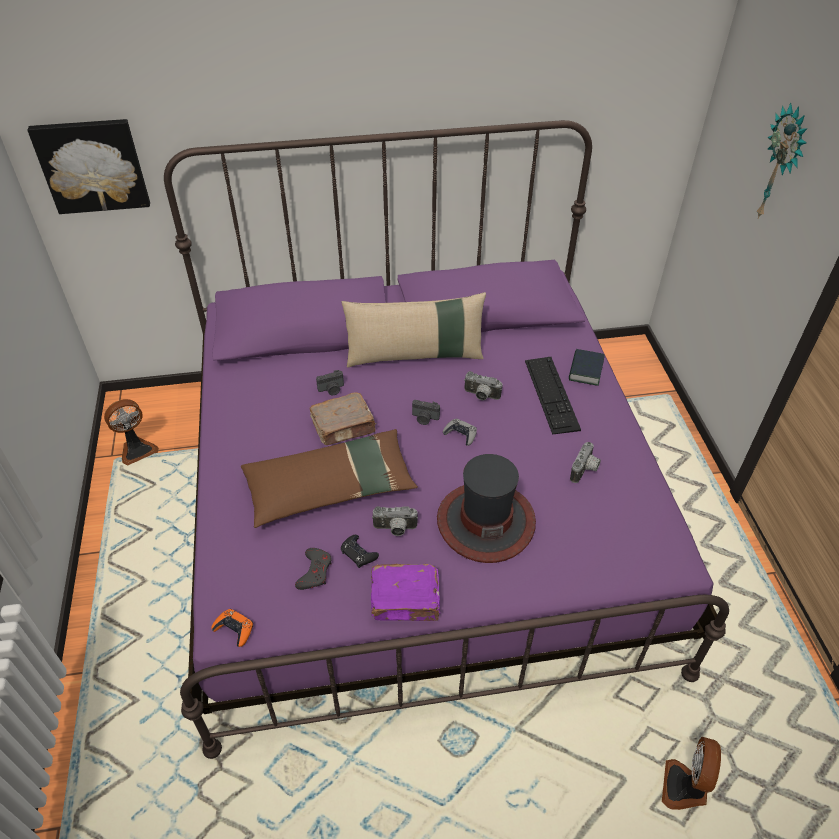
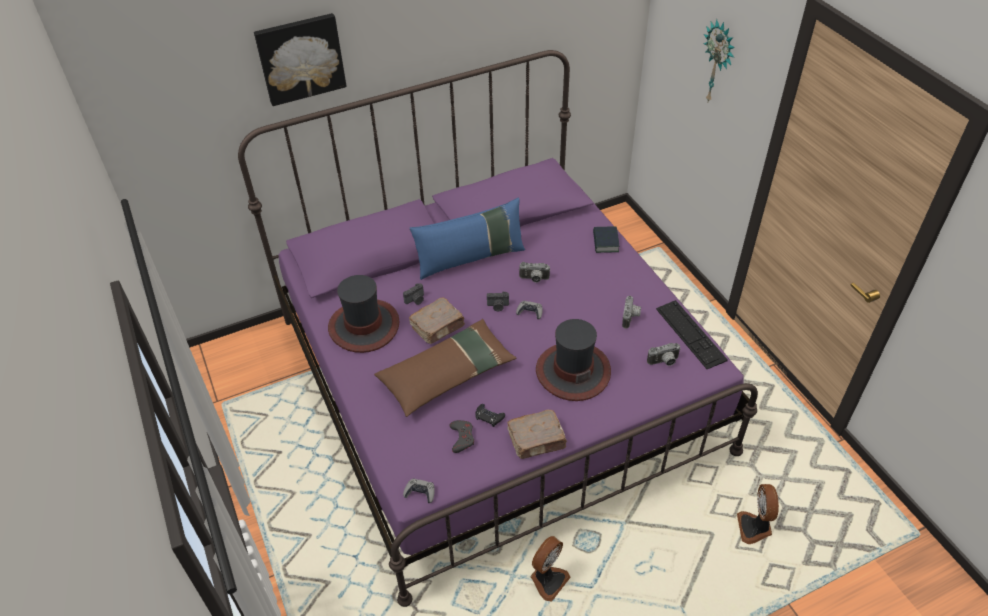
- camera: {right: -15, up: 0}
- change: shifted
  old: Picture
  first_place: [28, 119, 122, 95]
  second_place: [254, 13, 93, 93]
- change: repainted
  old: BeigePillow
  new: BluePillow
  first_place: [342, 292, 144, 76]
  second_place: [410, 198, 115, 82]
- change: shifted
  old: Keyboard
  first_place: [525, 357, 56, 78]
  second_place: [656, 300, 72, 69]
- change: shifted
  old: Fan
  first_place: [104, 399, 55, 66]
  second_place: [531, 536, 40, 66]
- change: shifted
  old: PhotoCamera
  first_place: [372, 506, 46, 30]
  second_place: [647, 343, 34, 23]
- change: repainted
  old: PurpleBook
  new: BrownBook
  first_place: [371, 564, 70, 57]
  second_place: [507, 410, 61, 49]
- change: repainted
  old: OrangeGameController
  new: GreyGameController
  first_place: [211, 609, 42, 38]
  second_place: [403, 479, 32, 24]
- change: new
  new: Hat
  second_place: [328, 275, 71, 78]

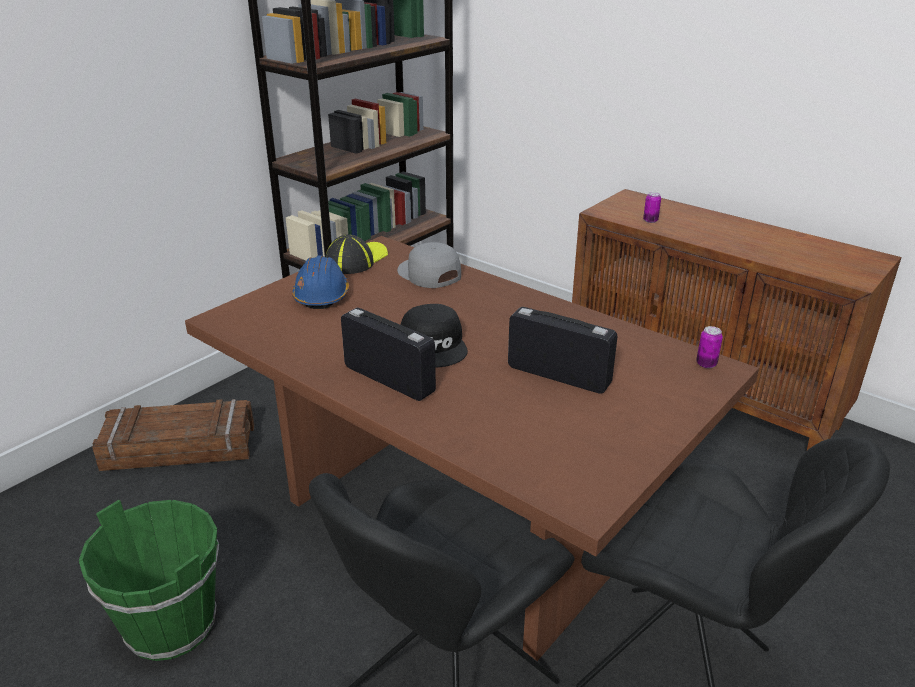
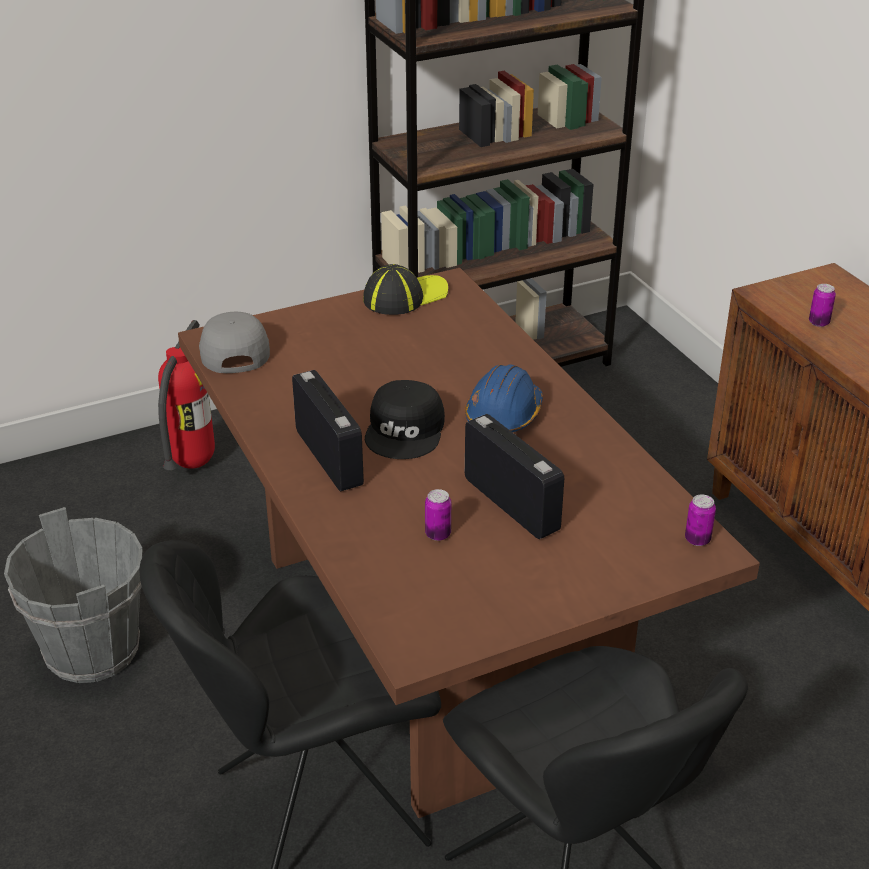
- camera: {right: 25, up: 5}
- change: shifted
  old: GreyCap
  first_place: [397, 242, 64, 46]
  second_place: [199, 312, 71, 61]
- change: shifted
  old: BlueHardHat
  first_place: [292, 255, 57, 54]
  second_place: [465, 364, 78, 68]
- change: swapped
  old: Crate
  new: FireExtinguisher
  first_place: [92, 399, 162, 72]
  second_place: [158, 320, 57, 150]
- change: repainted
  old: GreenBucket
  new: GreyBucket
  first_place: [79, 500, 140, 161]
  second_place: [4, 507, 139, 176]
- change: new
  new: Can
  second_place: [425, 489, 26, 52]

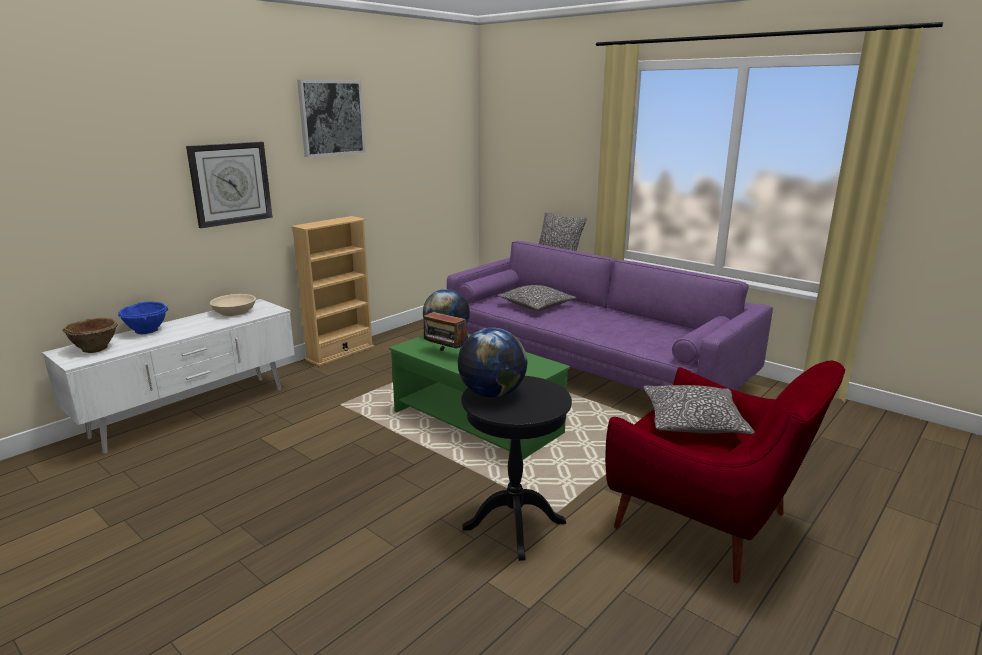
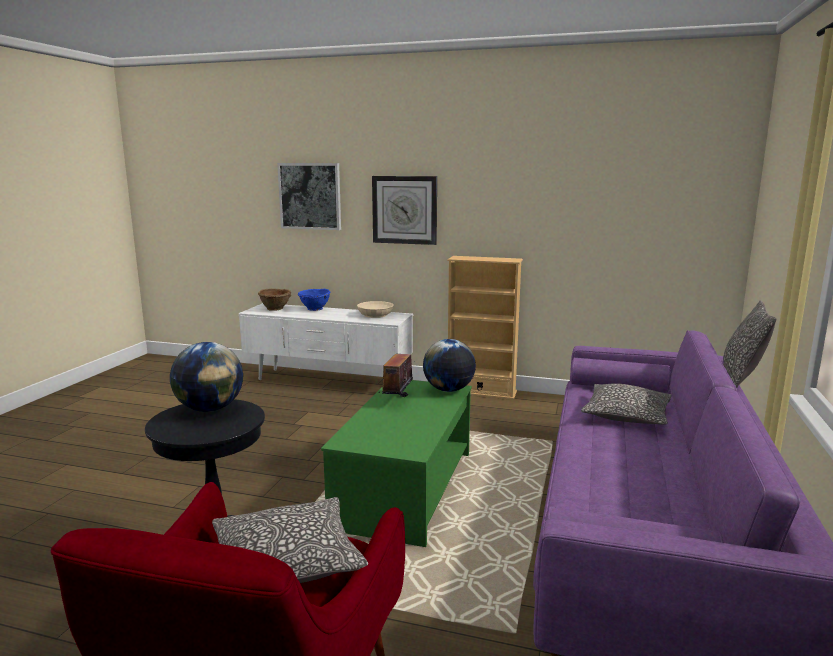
- camera: {right: 65, up: -5}
- change: shifted
  old: Picture
  first_place: [297, 80, 68, 77]
  second_place: [277, 163, 64, 67]

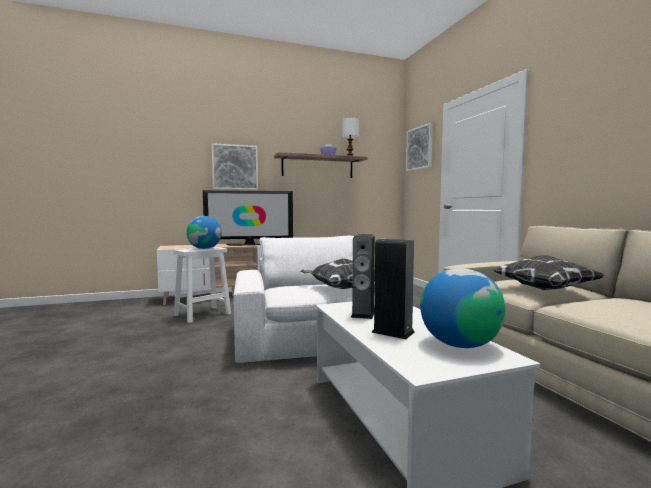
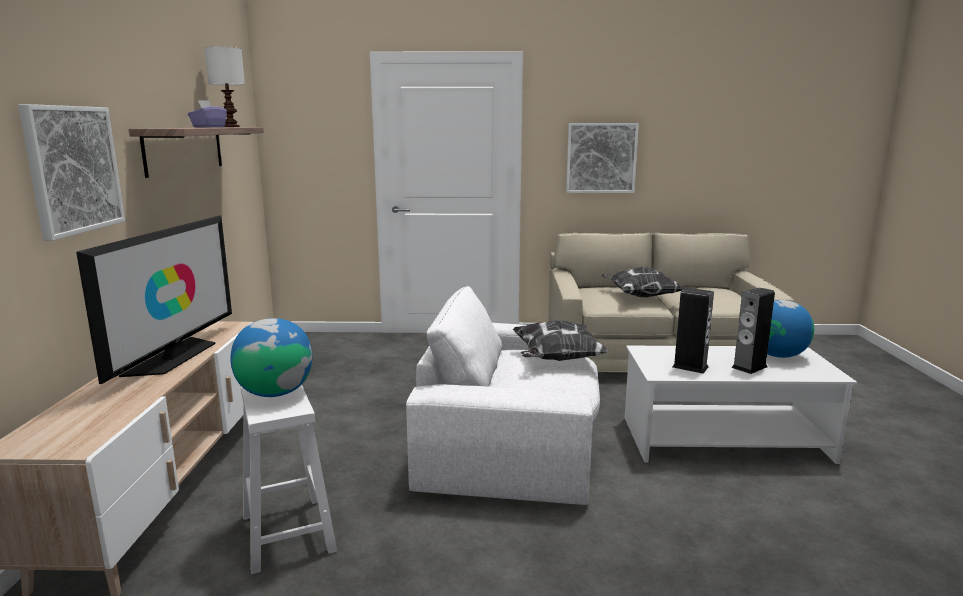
- camera: {right: -70, up: 10}
- change: shifted
  old: Picture
  first_place: [406, 123, 27, 48]
  second_place: [566, 123, 73, 70]

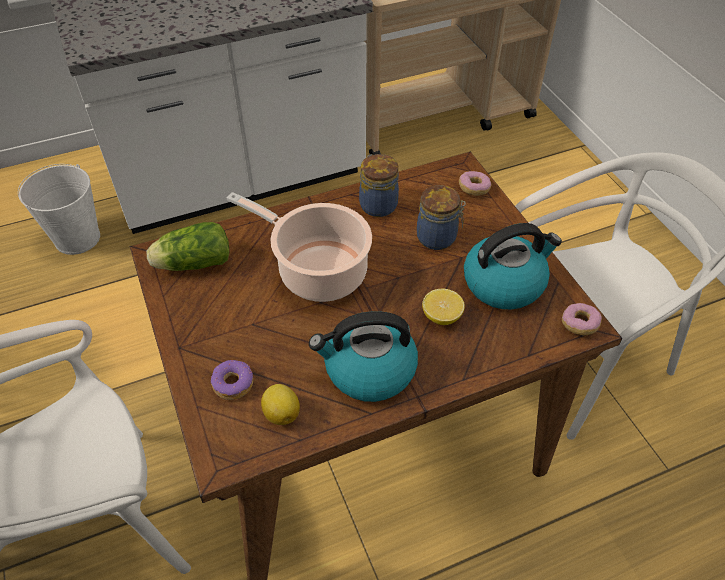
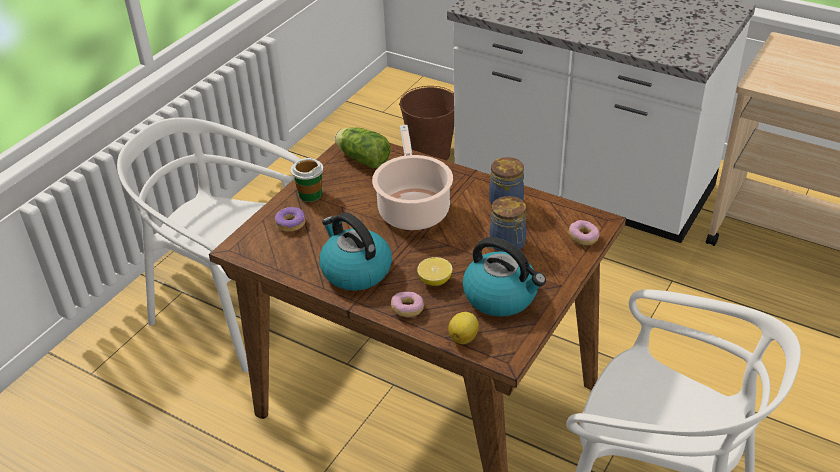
- camera: {right: 55, up: -10}
- change: repainted
  old: WhiteBucket
  new: BrownBucket
  first_place: [18, 164, 82, 91]
  second_place: [399, 86, 55, 74]
- change: shifted
  old: Donut
  first_place: [562, 303, 40, 32]
  second_place: [391, 292, 33, 25]
- change: shifted
  old: Lemon
  first_place: [261, 384, 39, 41]
  second_place: [448, 312, 31, 32]
- change: new
  new: Cup
  second_place: [291, 158, 32, 44]

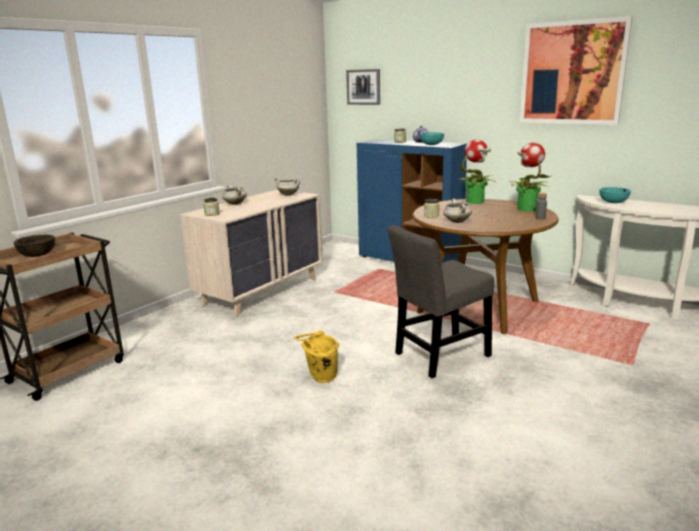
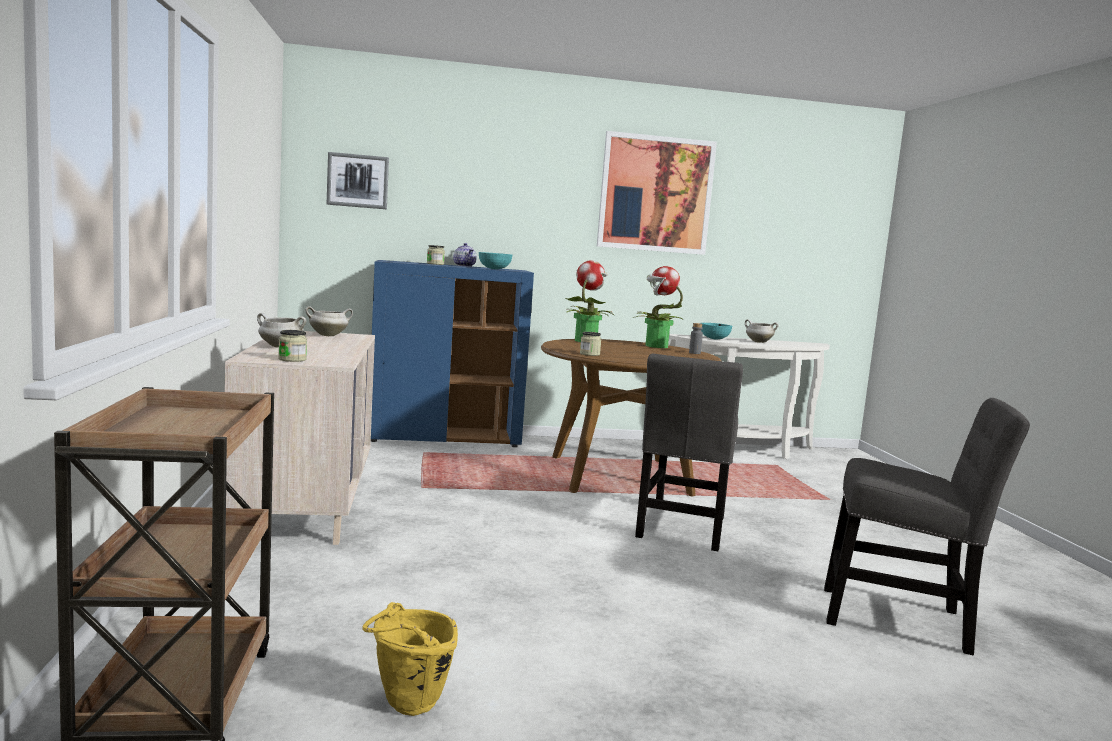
- camera: {right: -45, up: -10}
- change: shifted
  old: WhiteCookingPot
  first_place: [443, 199, 29, 24]
  second_place: [745, 319, 34, 24]
- change: gone
  old: BrownBowl
  first_place: [13, 235, 42, 22]
- change: shifted
  old: YellowBucket
  first_place: [294, 330, 45, 53]
  second_place: [363, 602, 95, 114]
- change: new
  new: GreyChair
  second_place: [824, 398, 206, 257]

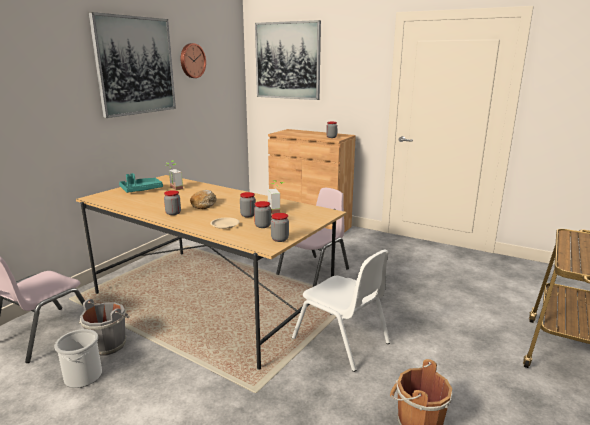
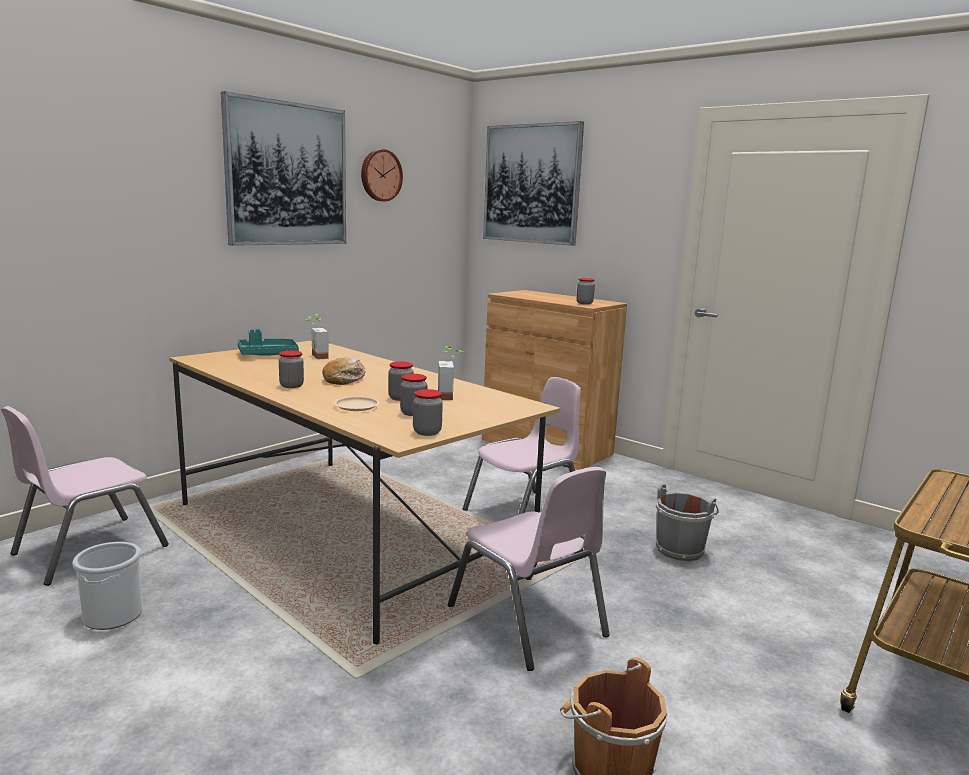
- camera: {right: 10, up: -5}
- change: repainted
  old: WhiteChair
  new: PinkChair
  first_place: [292, 250, 98, 122]
  second_place: [448, 467, 162, 204]
- change: shifted
  old: GreyBucket
  first_place: [79, 299, 51, 57]
  second_place: [656, 484, 63, 77]

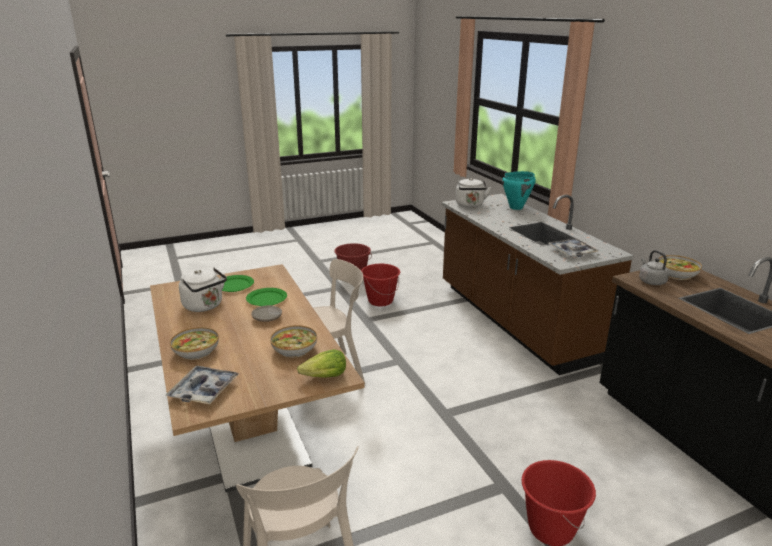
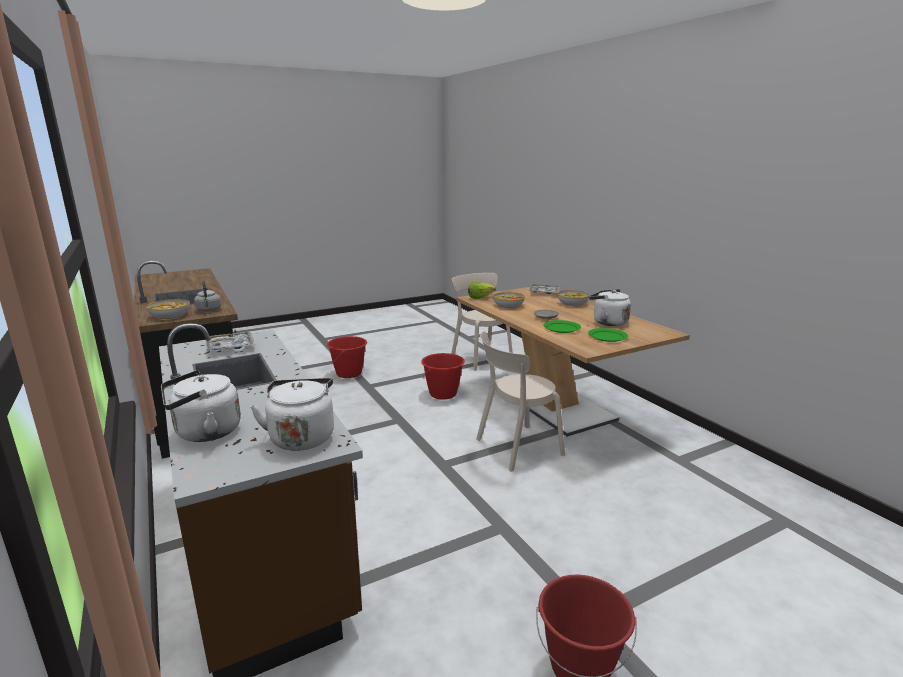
- camera: {right: 175, up: -5}
- change: swapped
  old: TurquoiseCookingPot
  new: WhiteKettle
  first_place: [502, 171, 34, 39]
  second_place: [161, 370, 80, 72]
- change: shifted
  old: RedBucket
  first_place: [361, 264, 39, 42]
  second_place: [421, 353, 44, 47]

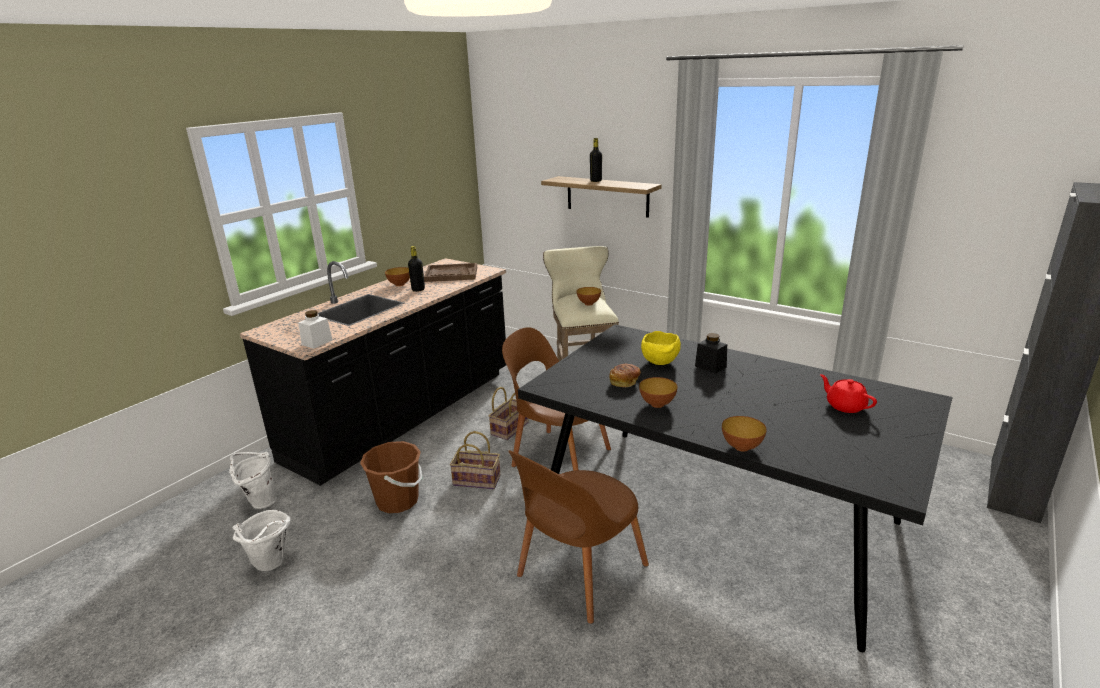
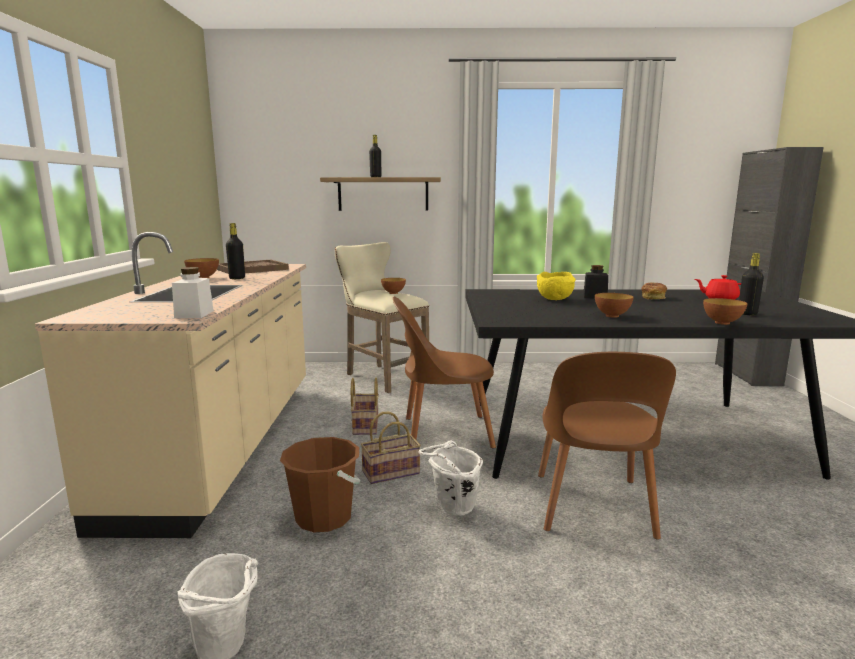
- camera: {right: -35, up: -10}
- change: repainted
  old: BlackCounter
  new: BeigeCounter
  first_place: [240, 258, 266, 228]
  second_place: [35, 232, 271, 306]
- change: shifted
  old: Bread
  first_place: [609, 364, 32, 23]
  second_place: [641, 283, 26, 16]
- change: shifted
  old: WhiteBucket
  first_place: [229, 452, 48, 57]
  second_place: [418, 440, 65, 76]
- change: new
  new: BlackBottle
  second_place: [739, 253, 25, 62]

